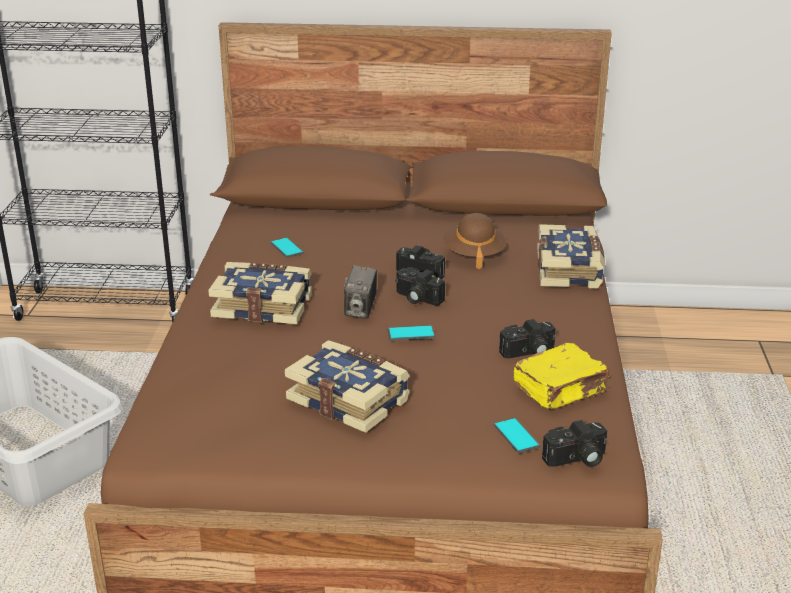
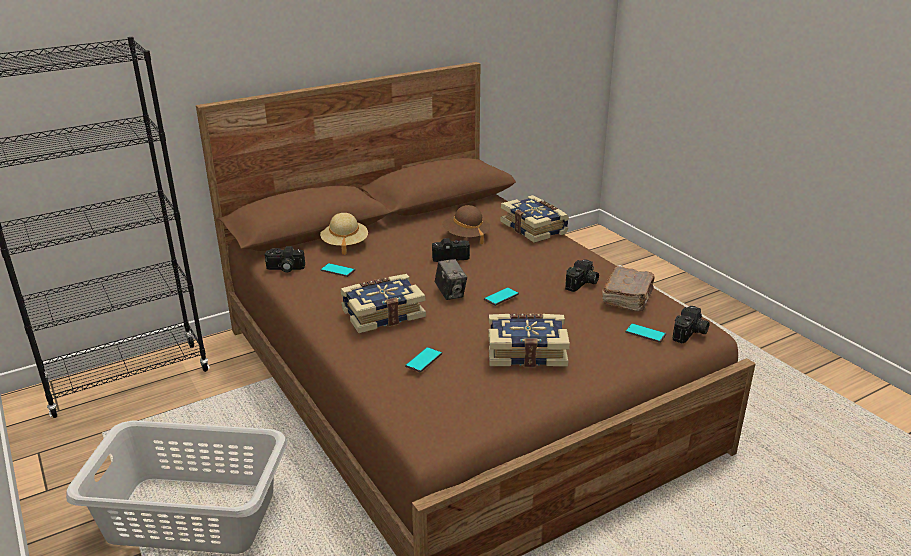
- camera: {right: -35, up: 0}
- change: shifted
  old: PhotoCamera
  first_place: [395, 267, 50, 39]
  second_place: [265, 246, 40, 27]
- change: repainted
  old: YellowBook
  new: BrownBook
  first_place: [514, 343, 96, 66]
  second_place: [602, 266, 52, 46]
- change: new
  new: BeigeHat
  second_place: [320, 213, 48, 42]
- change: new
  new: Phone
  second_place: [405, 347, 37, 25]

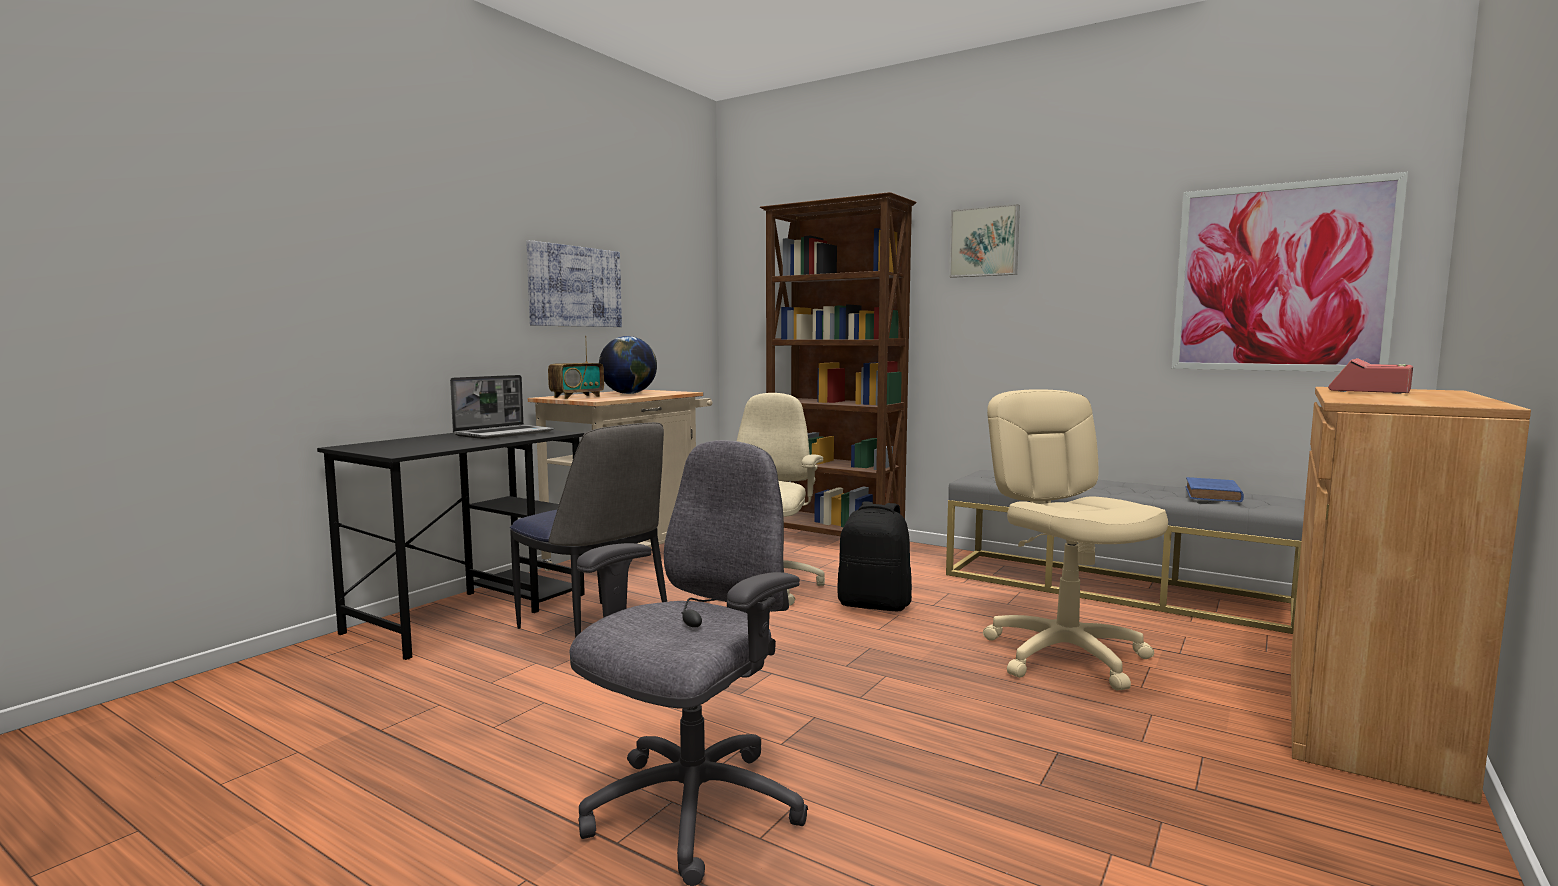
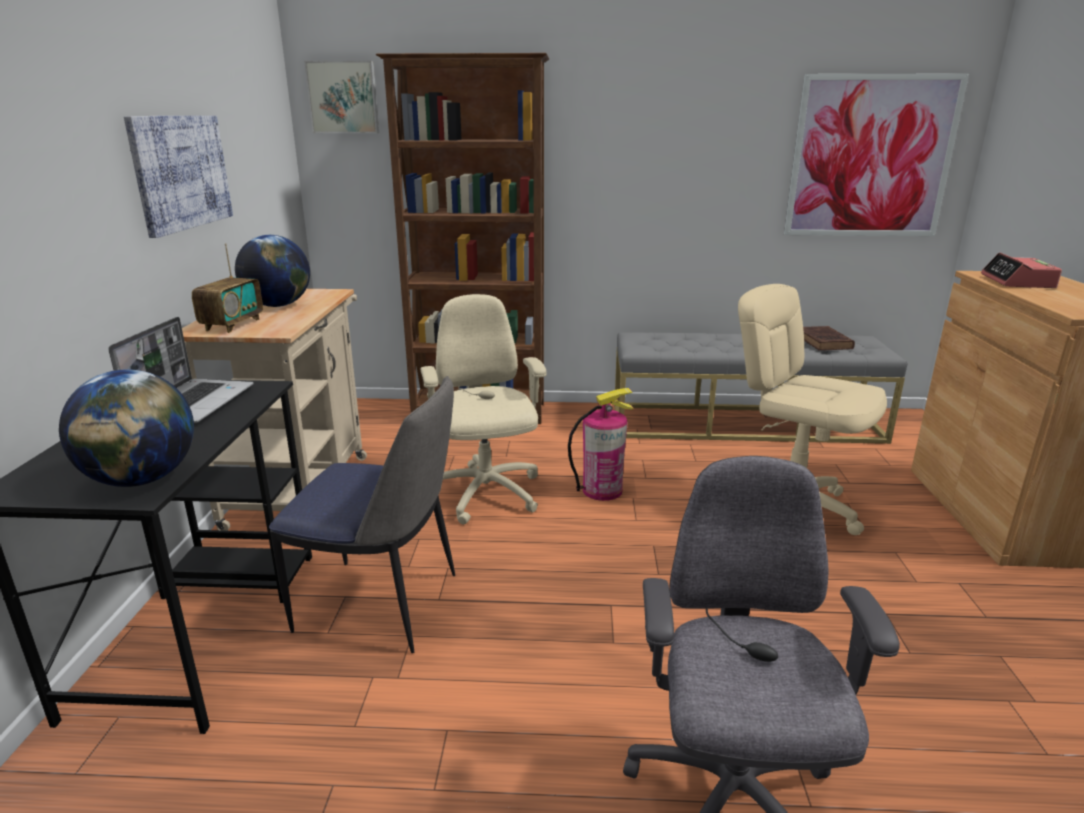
- camera: {right: -30, up: 15}
- change: shifted
  old: Picture
  first_place: [949, 204, 71, 74]
  second_place: [304, 61, 75, 72]
- change: repainted
  old: BlueBook
  new: BrownBook
  first_place: [1185, 477, 59, 25]
  second_place: [803, 326, 52, 25]
- change: swapped
  old: BlackBackpack
  new: FireExtinguisher
  first_place: [837, 501, 75, 110]
  second_place: [568, 388, 66, 113]
- change: new
  new: Globe
  second_place: [59, 370, 135, 117]

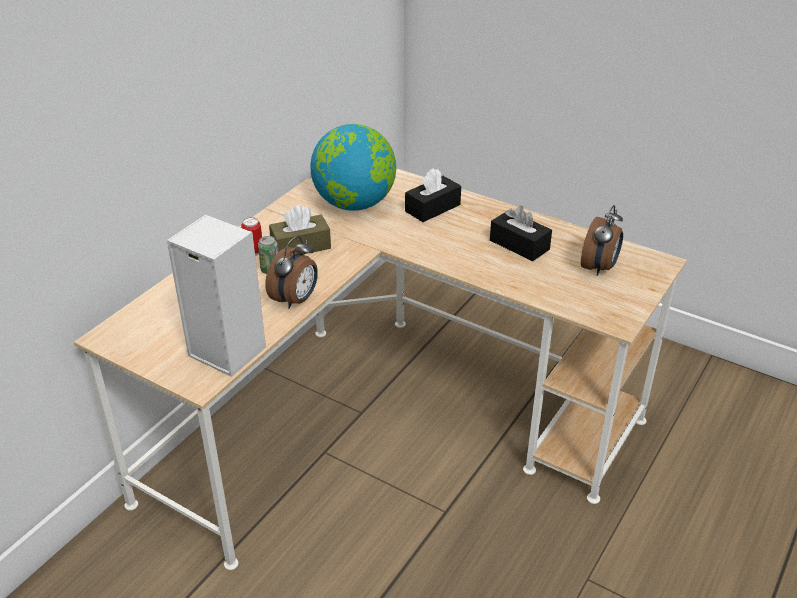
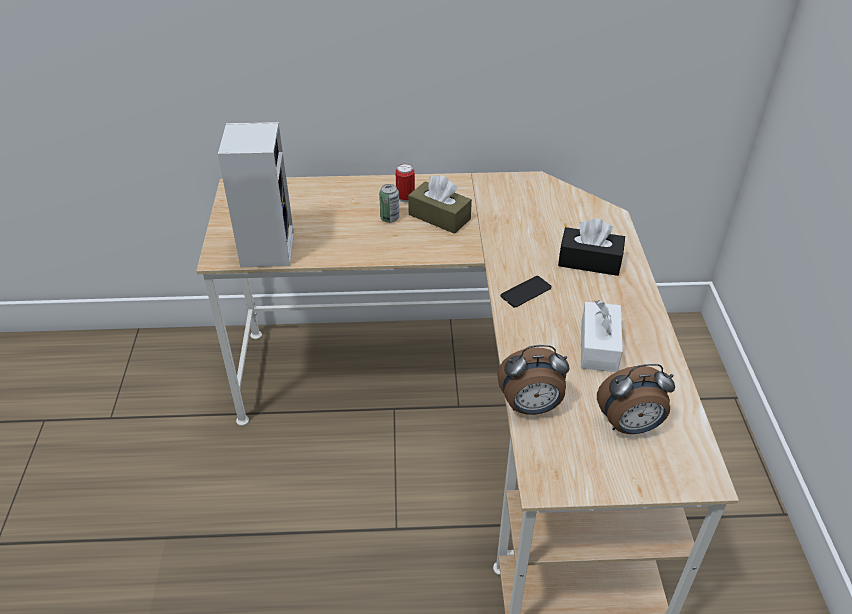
- camera: {right: 55, up: 5}
- change: gone
  old: Globe
  first_place: [310, 124, 86, 87]
- change: repainted
  old: BlackTissueBox
  new: WhiteTissueBox
  first_place: [490, 206, 62, 55]
  second_place: [581, 300, 42, 72]
- change: shifted
  old: AlarmClock
  first_place: [265, 236, 53, 73]
  second_place: [497, 345, 72, 70]
- change: new
  new: Phone
  second_place: [501, 276, 51, 32]

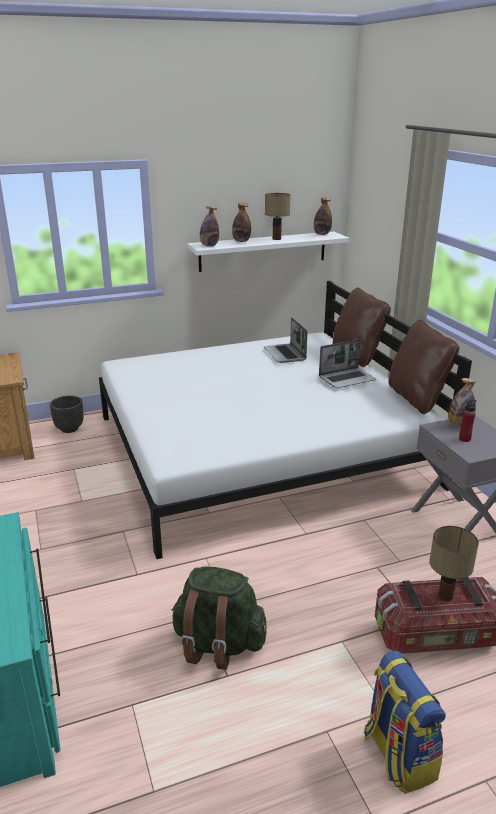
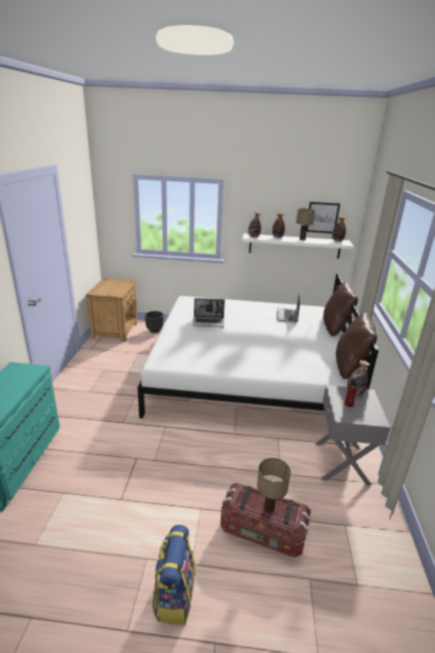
- camera: {right: 25, up: 0}
- change: shifted
  old: Laptop
  first_place: [319, 339, 57, 49]
  second_place: [193, 298, 32, 29]
- change: gone
  old: GreenBackpack
  first_place: [171, 566, 96, 104]
- change: new
  new: Picture
  second_place: [307, 202, 33, 31]

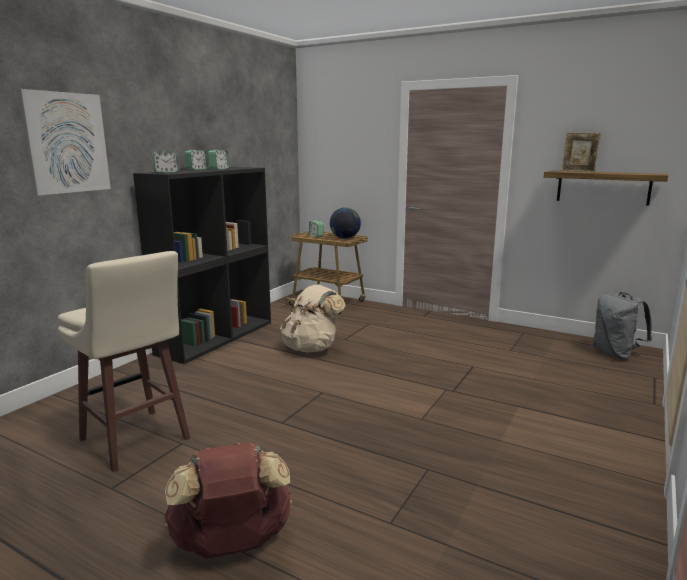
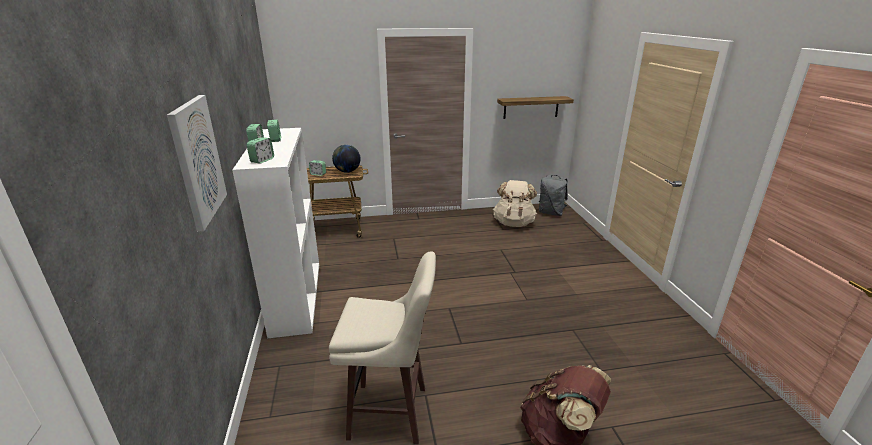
- camera: {right: -40, up: 10}
- change: gone
  old: PictureFrame
  first_place: [561, 132, 40, 40]
- change: repainted
  old: BlackBookcase
  new: WhiteBookcase
  first_place: [133, 167, 138, 197]
  second_place: [232, 128, 87, 210]
- change: shifted
  old: BeigeBackpack
  first_place: [280, 284, 65, 69]
  second_place: [493, 180, 44, 47]

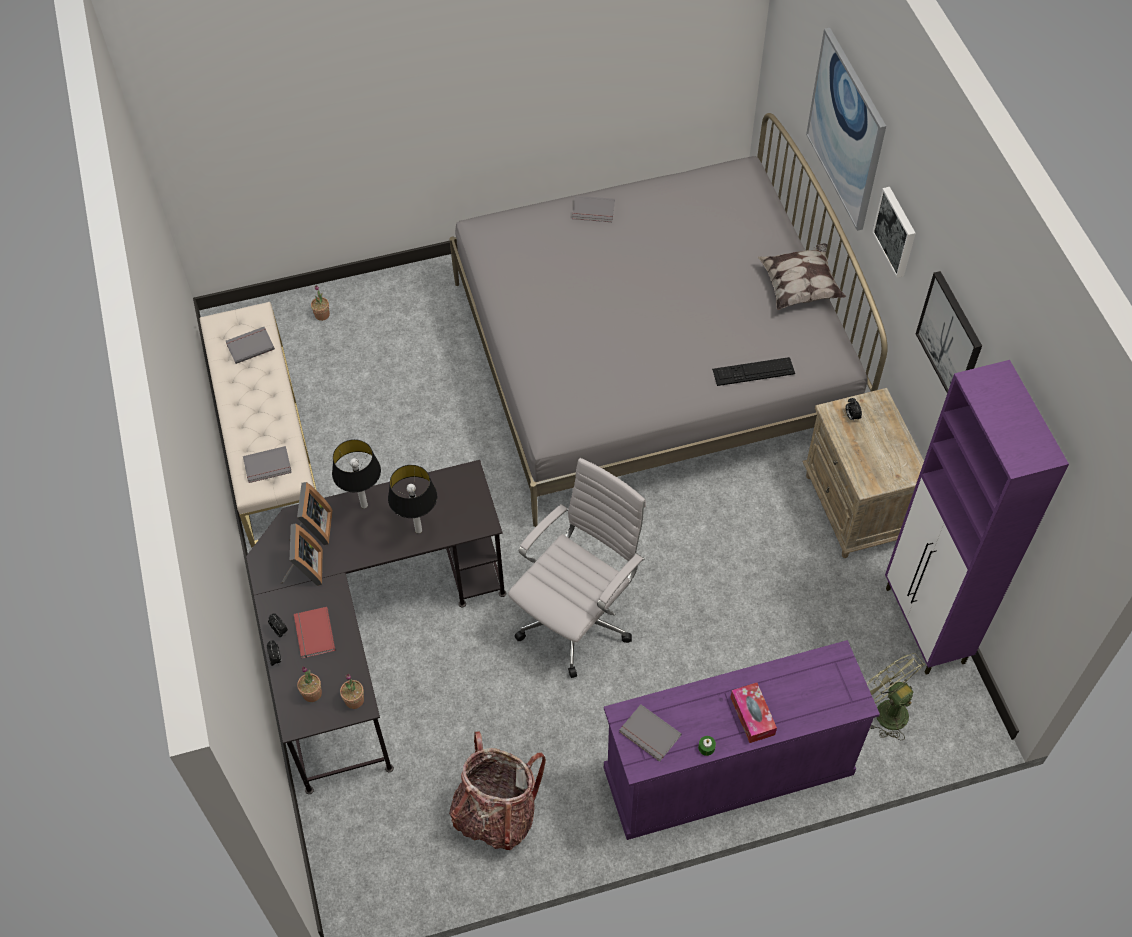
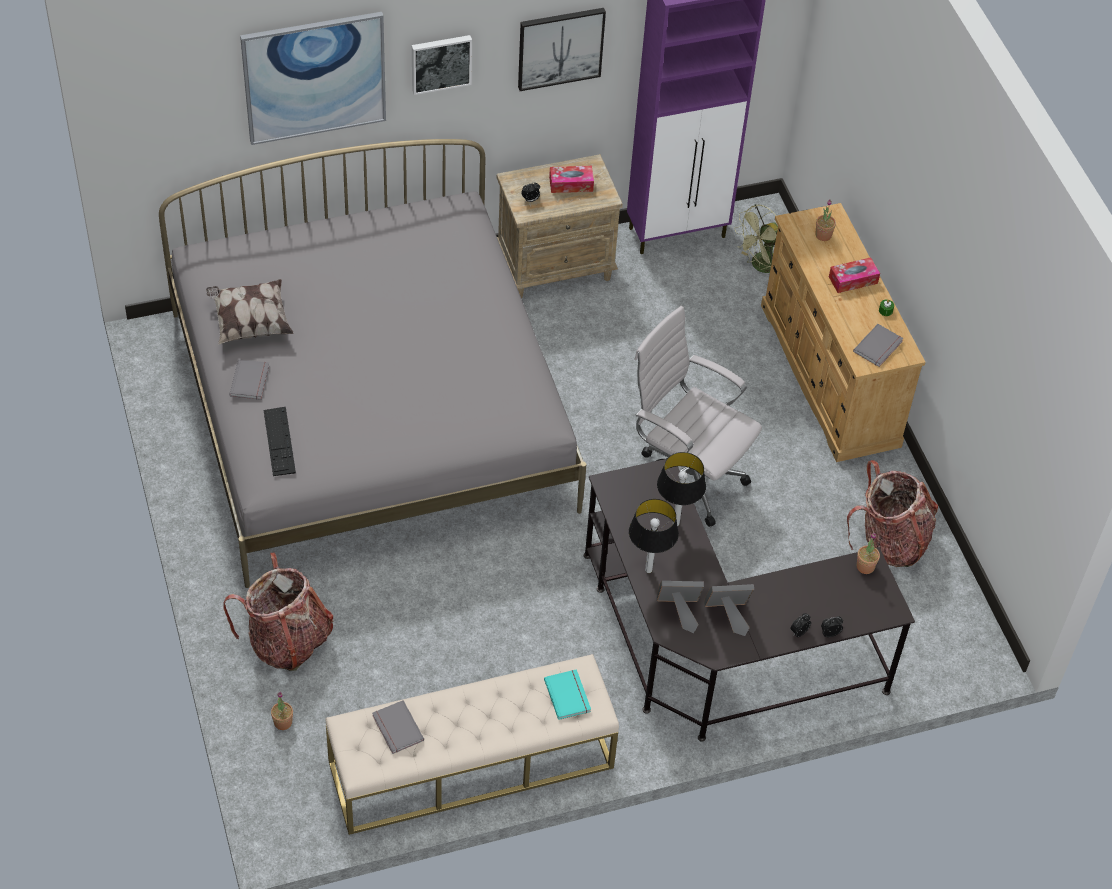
- camera: {right: -95, up: -5}
- change: shifted
  old: Pillow
  first_place: [758, 243, 88, 67]
  second_place: [206, 279, 88, 66]
- change: shifted
  old: Keyboard
  first_place: [712, 357, 83, 29]
  second_place: [264, 407, 32, 69]
- change: repainted
  old: GreyBook
  new: TurquoiseBook
  first_place: [243, 446, 49, 37]
  second_place: [544, 669, 47, 51]
- change: gone
  old: RedBook
  first_place: [294, 607, 42, 51]
- change: repainted
  old: PurpleDresser
  new: BeigeDresser
  first_place: [604, 640, 276, 200]
  second_place: [761, 203, 165, 259]
- change: shifted
  old: PottedPlant
  first_place: [297, 666, 25, 36]
  second_place: [815, 199, 21, 42]
- change: new
  new: TissueBox
  second_place: [549, 166, 45, 27]
- change: new
  new: Backpack
  second_place: [223, 552, 110, 119]

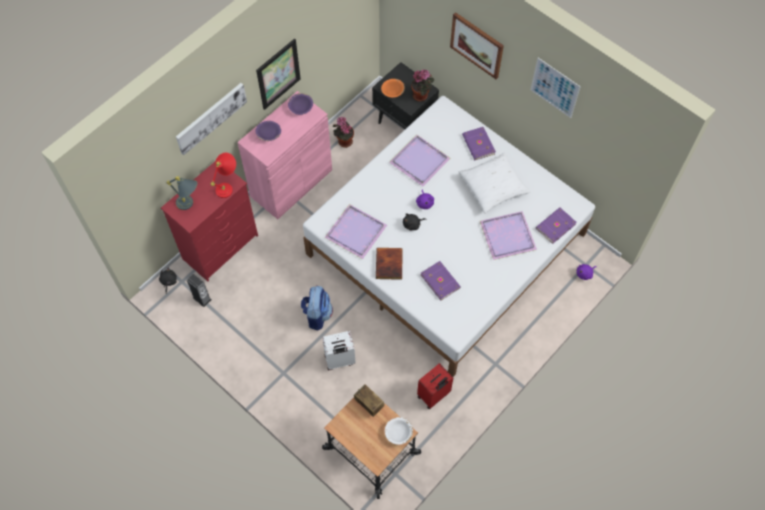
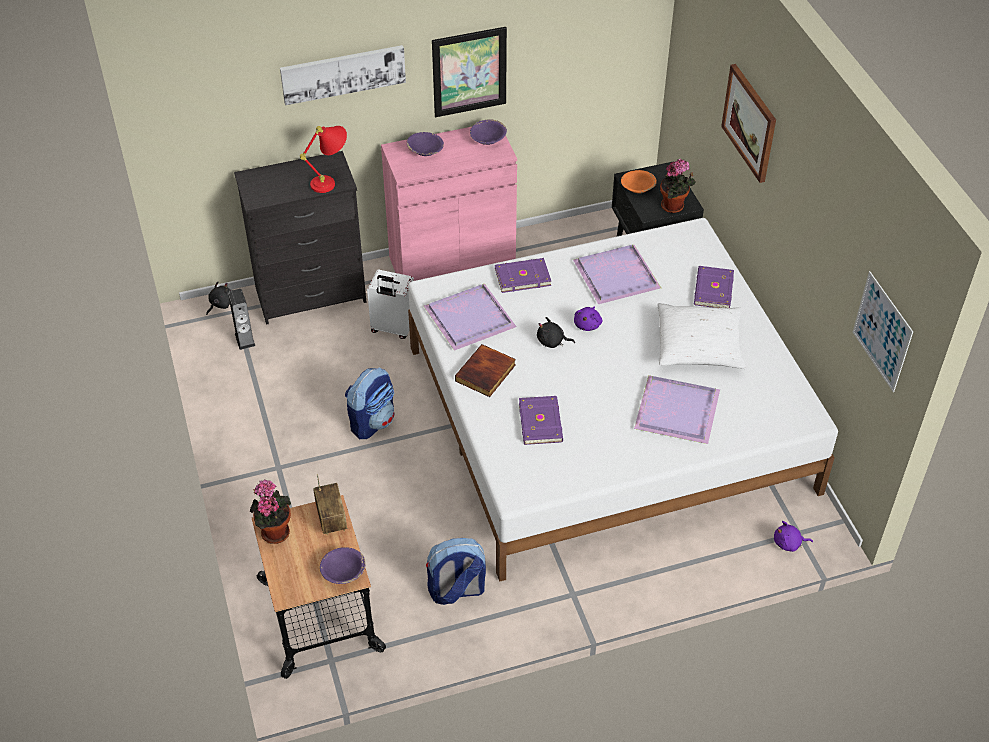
- camera: {right: 30, up: -15}
- change: shifted
  old: Picture
  first_place: [530, 58, 51, 60]
  second_place: [853, 271, 60, 121]
- change: shifted
  old: PottedPlant
  first_place: [333, 117, 21, 31]
  second_place: [250, 480, 41, 64]
- change: repainted
  old: RedDresser
  new: BlackDresser
  first_place: [161, 161, 97, 120]
  second_place: [234, 151, 132, 174]
- change: gone
  old: GreyTableLamp
  first_place: [167, 176, 30, 34]
- change: shifted
  old: PurpleBook
  first_place: [536, 207, 41, 37]
  second_place: [495, 258, 56, 35]
- change: shifted
  old: WhiteSuitcase
  first_place: [322, 331, 33, 39]
  second_place: [367, 270, 47, 69]
- change: swapped
  old: RedSuitcase
  new: Backpack
  first_place: [417, 363, 36, 47]
  second_place: [426, 538, 60, 67]
- change: repainted
  old: WhiteBowl
  new: PurpleBowl
  first_place: [385, 417, 28, 28]
  second_place: [320, 547, 45, 37]

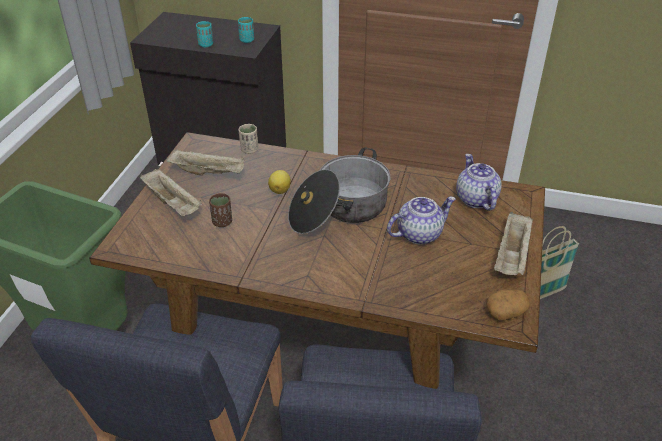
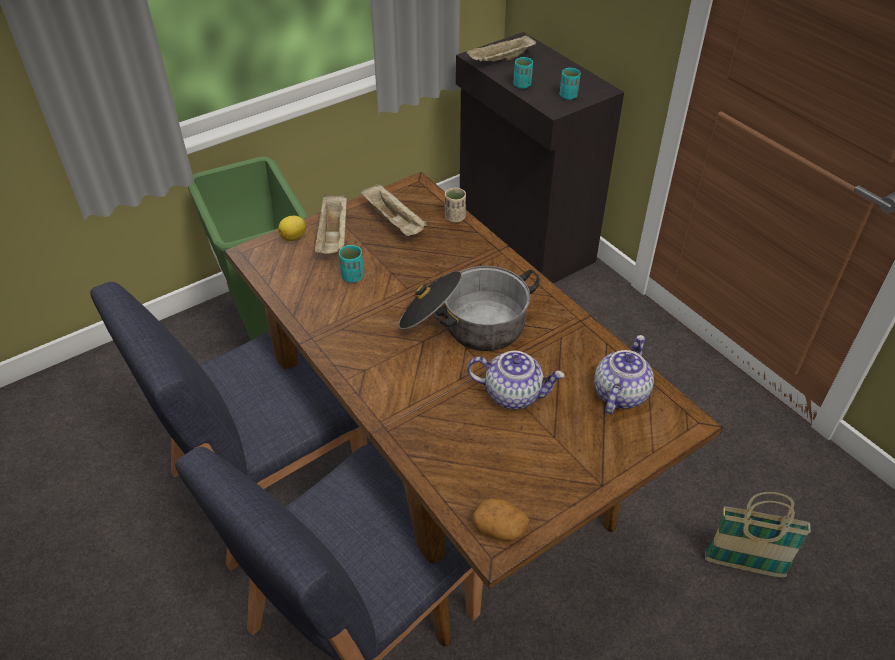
- camera: {right: 40, up: 5}
- change: shifted
  old: Lemon
  first_place: [268, 170, 23, 24]
  second_place: [278, 216, 28, 25]
- change: repainted
  old: BrownCup
  new: TurquoiseCup
  first_place: [209, 193, 23, 34]
  second_place: [339, 245, 25, 38]
- change: shifted
  old: BeigeTray
  first_place: [494, 212, 39, 63]
  second_place: [467, 34, 69, 28]

